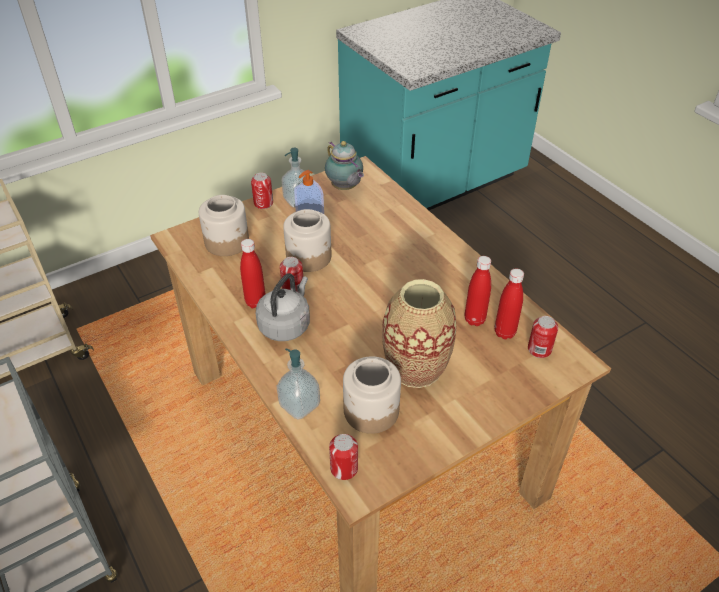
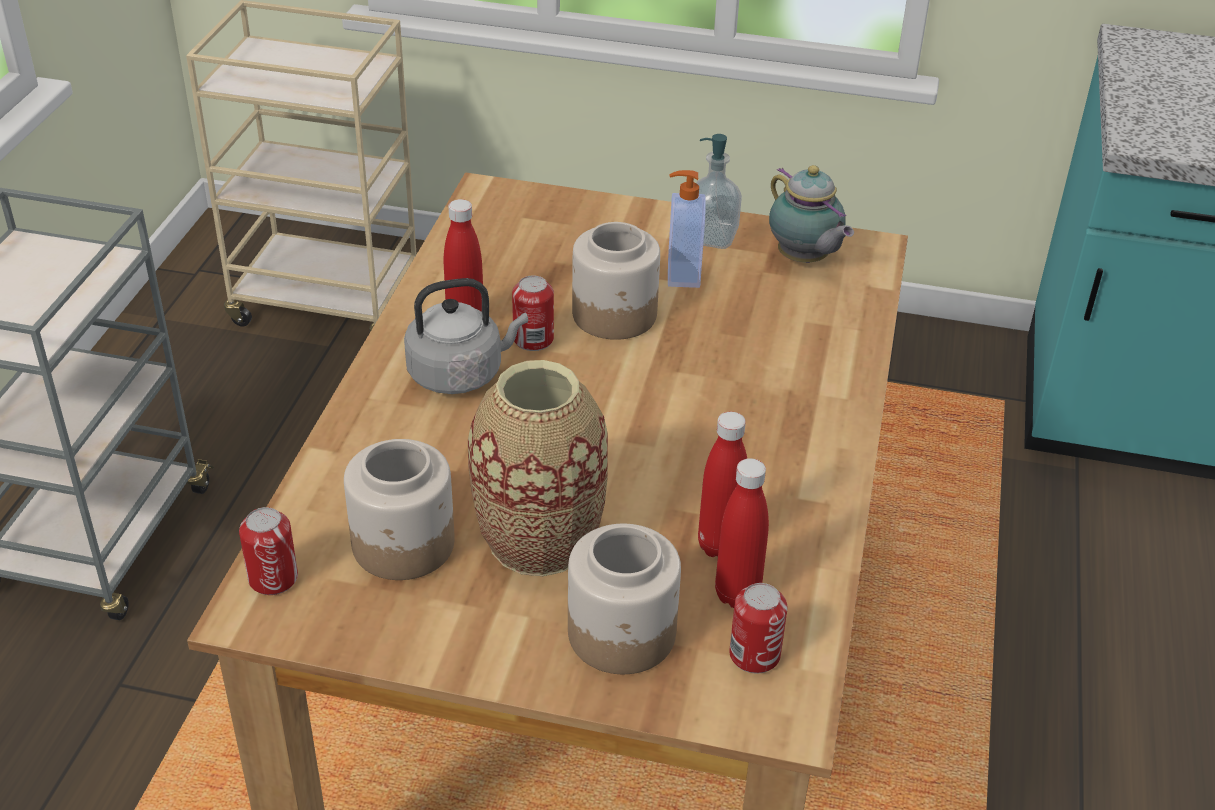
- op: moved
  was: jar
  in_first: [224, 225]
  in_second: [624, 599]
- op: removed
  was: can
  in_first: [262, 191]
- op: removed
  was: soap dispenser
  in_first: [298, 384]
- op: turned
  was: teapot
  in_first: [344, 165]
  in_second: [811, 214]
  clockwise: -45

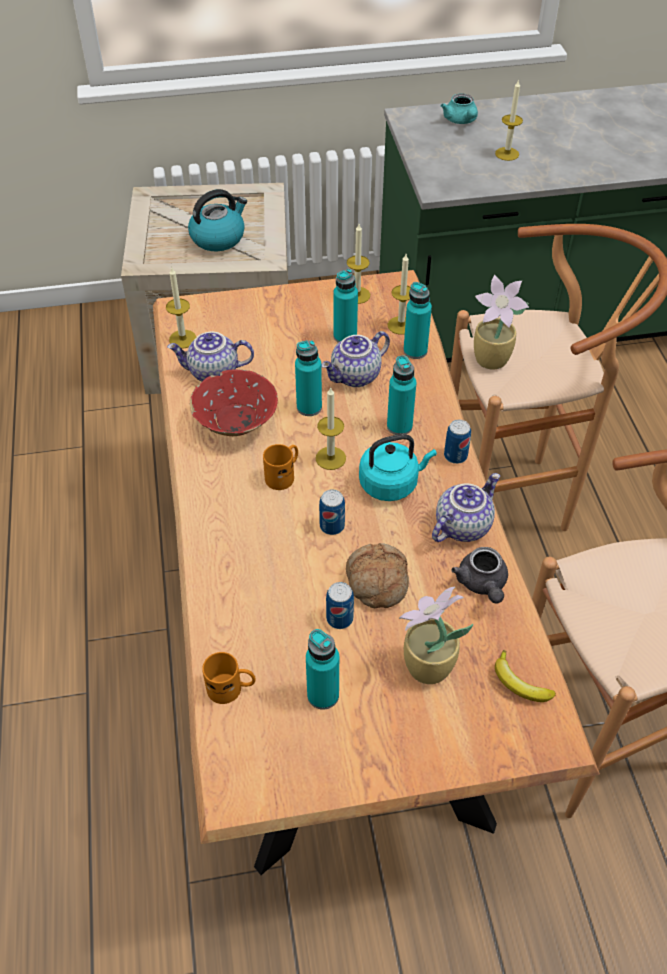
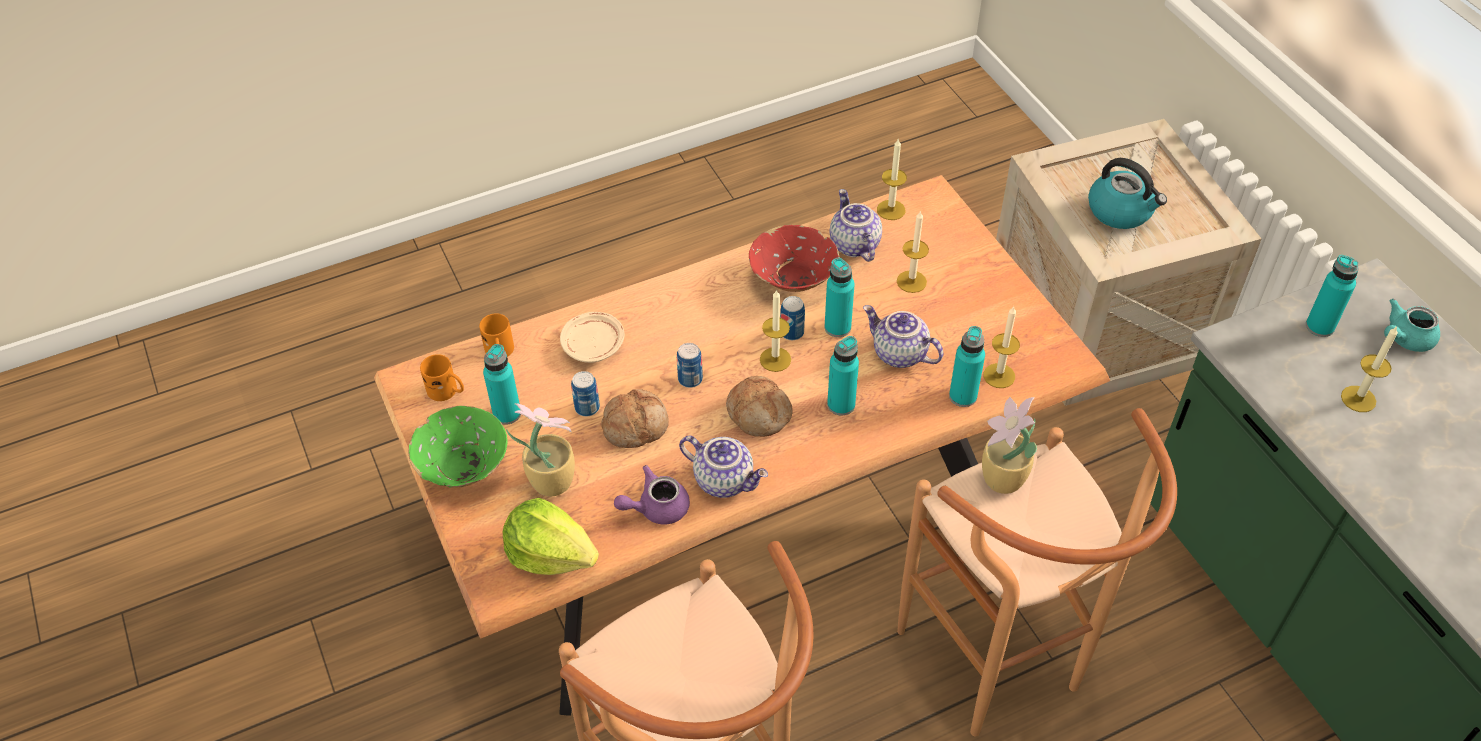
- op: moved
  was: orange mug
  in_first: [280, 467]
  in_second: [442, 377]
- op: moved
  was: turquoise bottle
  in_first: [345, 306]
  in_second: [1332, 296]
- op: moved
  was: candle
  in_first: [358, 264]
  in_second: [913, 251]
- op: replaced
  was: turquoise kettle
  now: bread
  in_first: [398, 467]
  in_second: [759, 406]
- op: moved
  was: can
  in_first: [457, 442]
  in_second: [792, 318]
- op: recoloured
  was: grey teapot
  now: purple teapot
  in_first: [479, 575]
  in_second: [652, 495]
- op: replaced
  was: banana
  now: lettuce
  in_first: [525, 676]
  in_second: [551, 536]
- op: added
  now: green bowl
  in_second: [458, 447]
- op: added
  now: beige plate
  in_second: [592, 337]

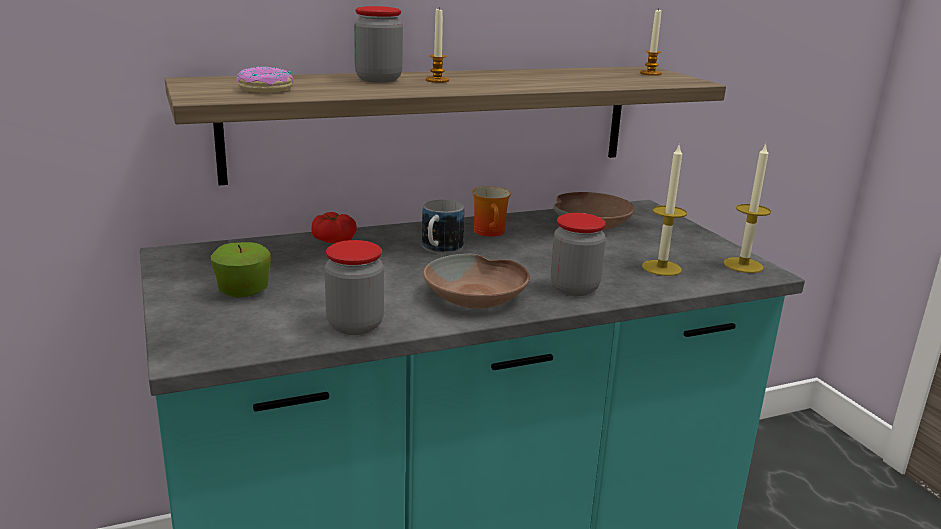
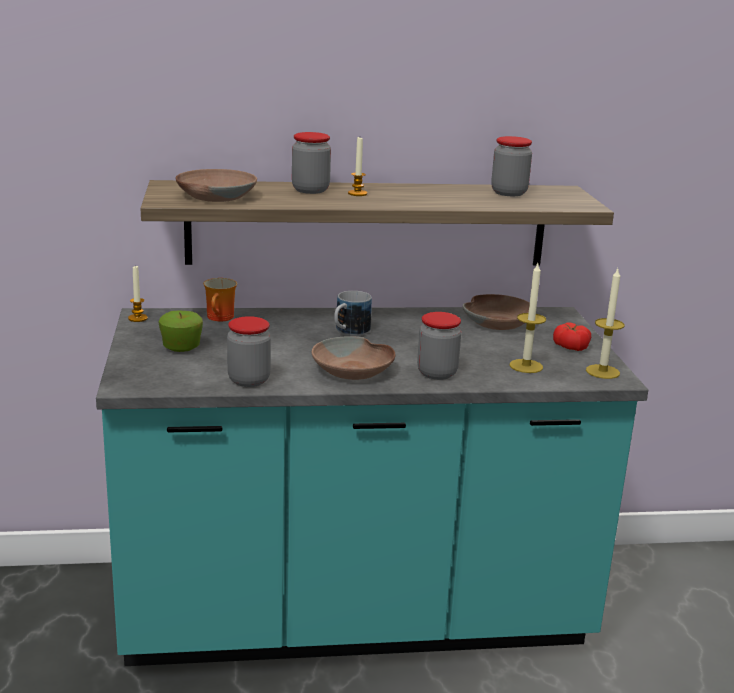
- op: replaced
  was: donut
  now: brown bowl
  in_first: [265, 79]
  in_second: [216, 185]
- op: moved
  was: tomato
  in_first: [334, 227]
  in_second: [572, 337]
- op: moved
  was: mug
  in_first: [491, 211]
  in_second: [220, 299]
- op: moved
  was: candle
  in_first: [651, 42]
  in_second: [138, 293]
- op: added
  now: jar
  in_second: [511, 166]

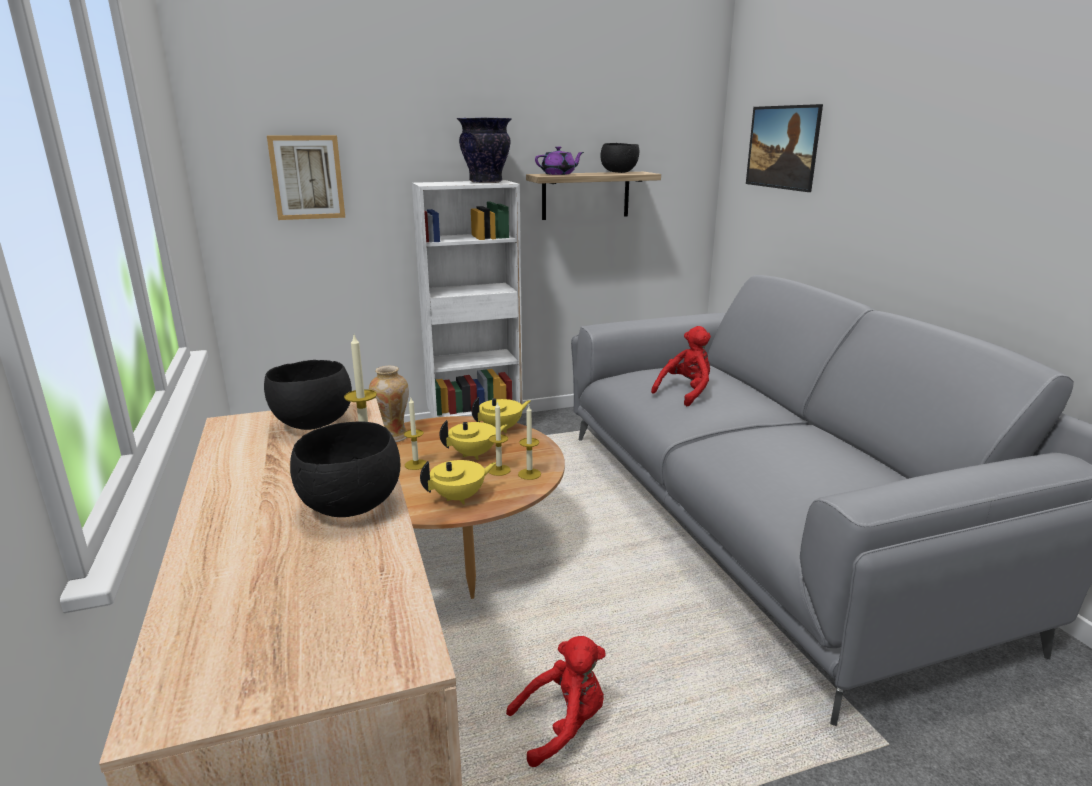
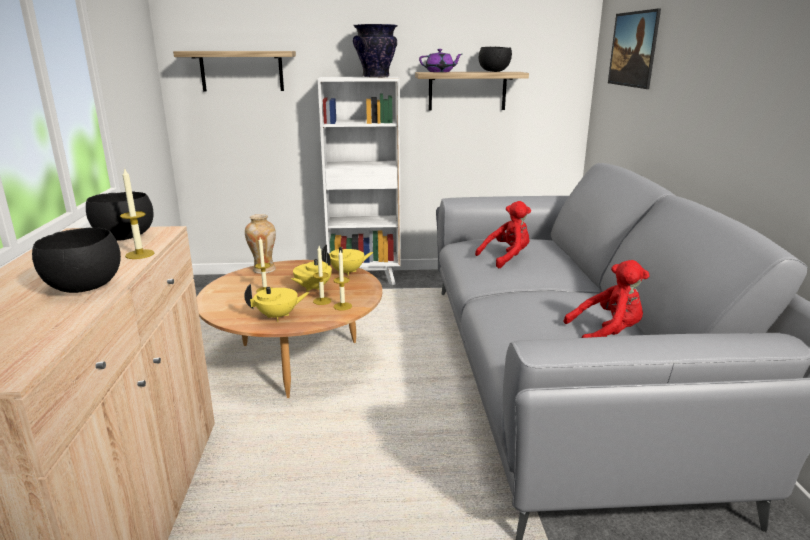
- op: replaced
  was: picture
  now: shelf
  in_first: [306, 177]
  in_second: [234, 71]
- op: turned
  was: yellow teapot
  in_first: [473, 440]
  in_second: [311, 271]
  clockwise: 135
- op: moved
  was: red plush toy
  in_first: [556, 701]
  in_second: [606, 299]

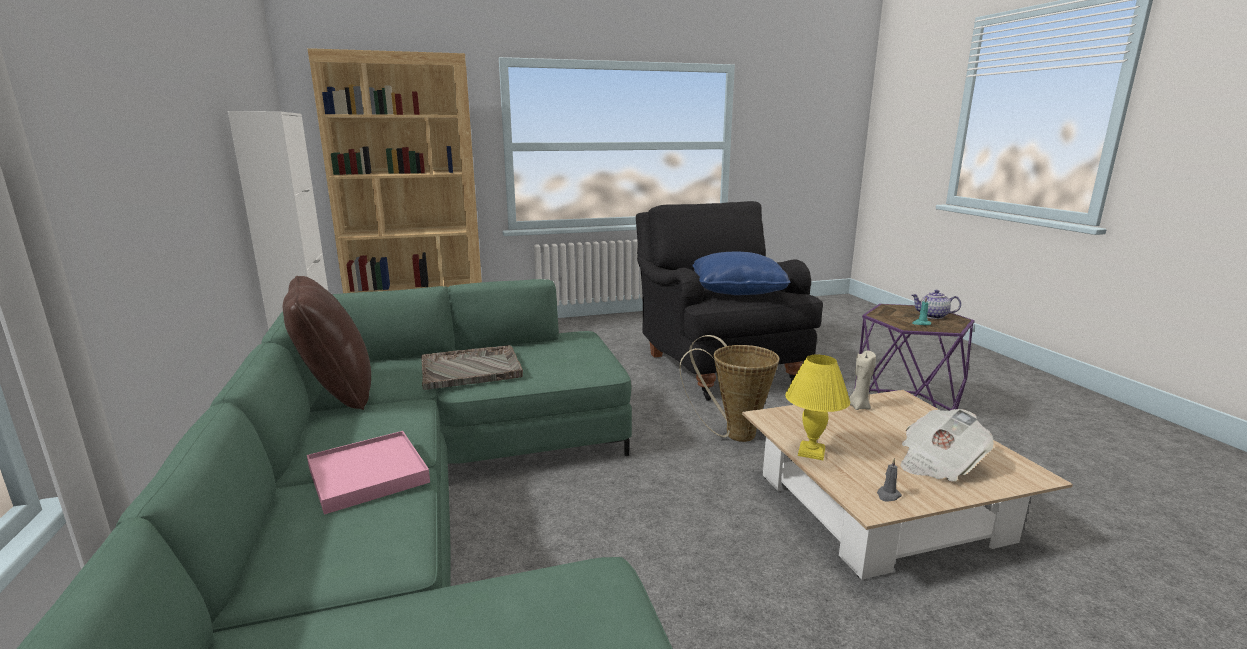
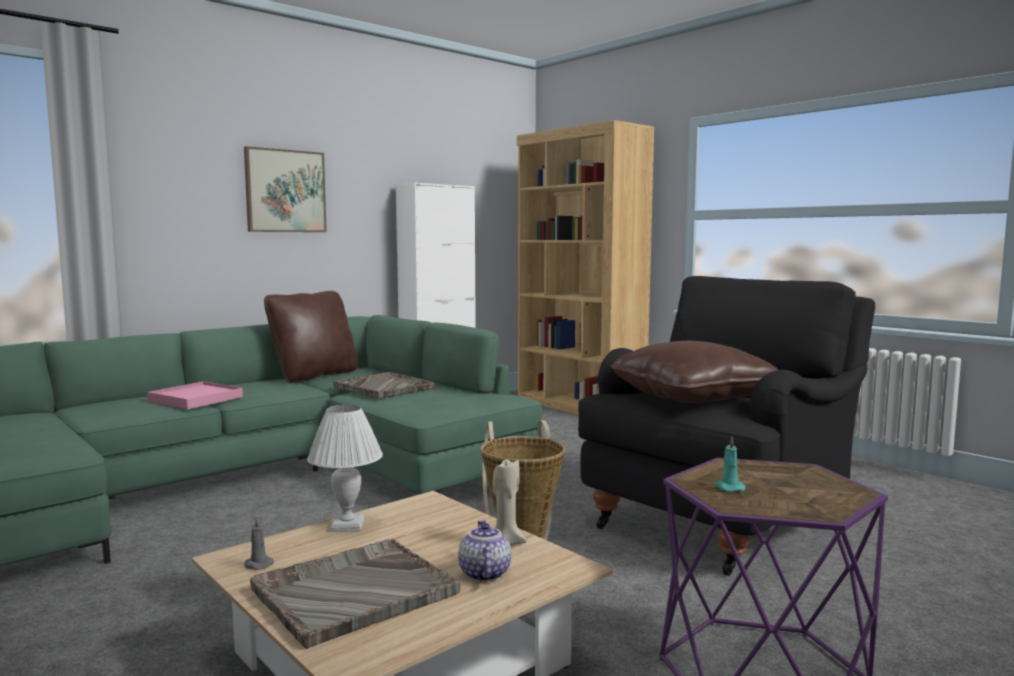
- op: recoloured
  was: blue pillow
  now: brown pillow
  in_first: [741, 273]
  in_second: [694, 372]
- op: recoloured
  was: yellow table lamp
  now: white table lamp
  in_first: [817, 407]
  in_second: [345, 468]
- op: replaced
  was: newspaper
  now: grey tray
  in_first: [947, 445]
  in_second: [355, 594]
- op: moved
  was: teapot
  in_first: [936, 304]
  in_second: [484, 551]
- op: added
  now: picture
  in_second: [285, 189]

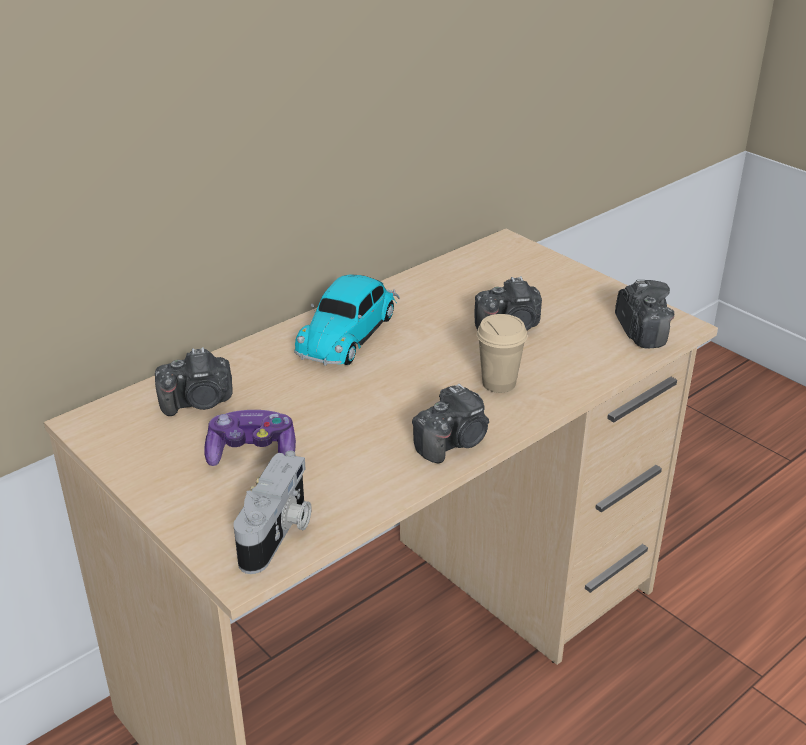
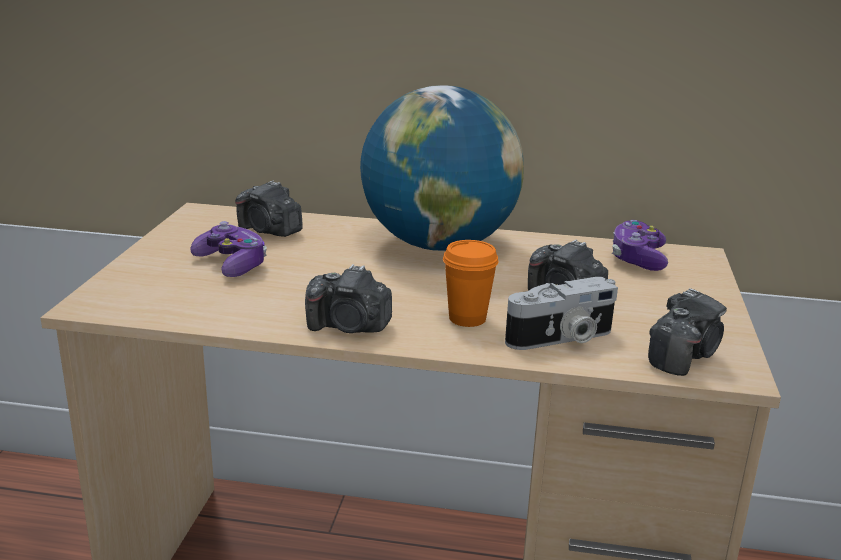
- op: moved
  was: photo camera
  in_first: [272, 512]
  in_second: [561, 313]
- op: replaced
  was: toy car
  now: globe
  in_first: [347, 320]
  in_second: [442, 168]
- op: recoloured
  was: beige cup
  now: orange cup
  in_first: [502, 353]
  in_second: [471, 283]
- op: added
  now: game controller
  in_second: [640, 245]

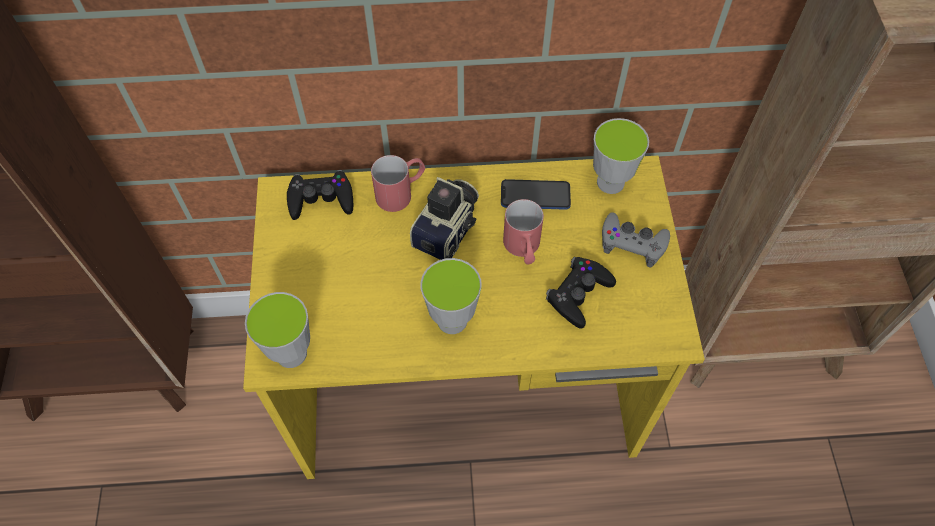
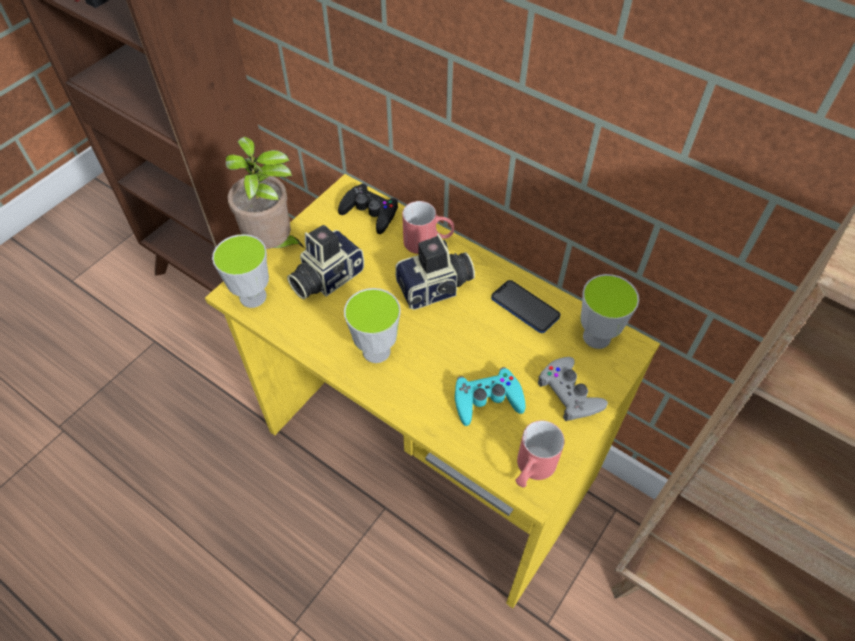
- op: moved
  was: red mug
  in_first: [523, 231]
  in_second: [540, 453]
- op: recoloured
  was: black game controller
  now: turquoise game controller
  in_first: [581, 293]
  in_second: [490, 396]
- op: added
  now: potted plant
  in_second: [265, 193]
- op: added
  now: photo camera
  in_second: [325, 262]

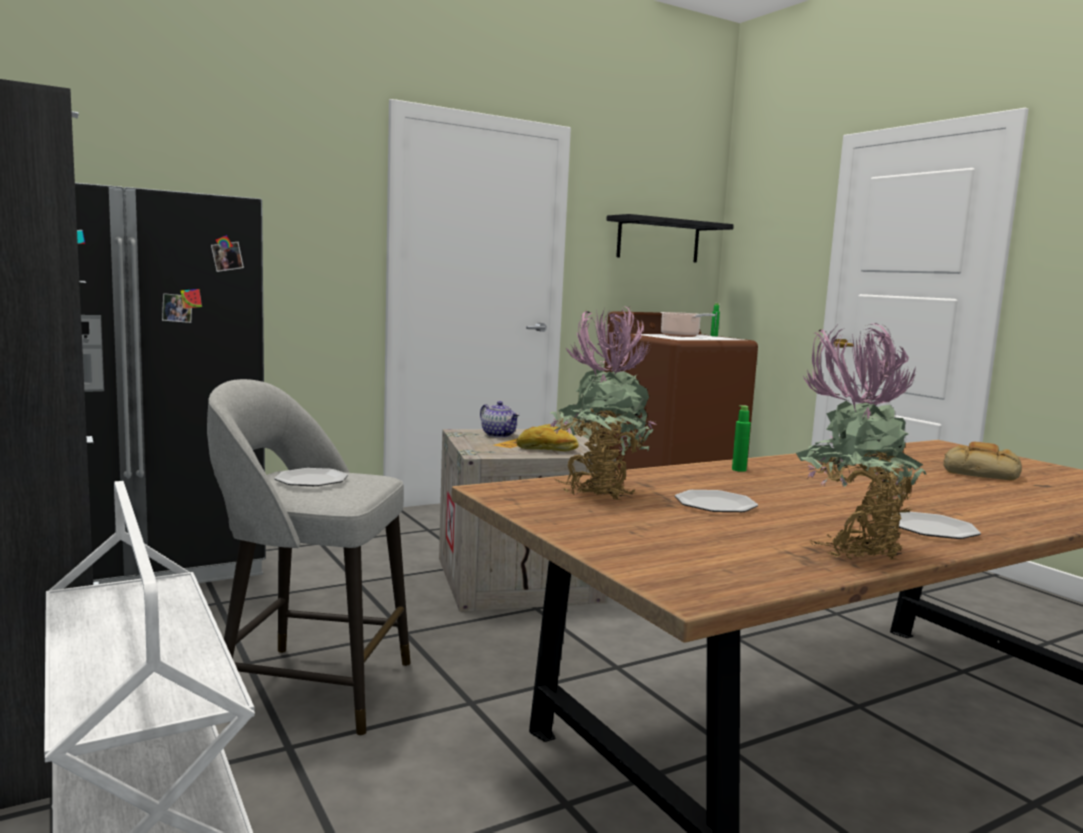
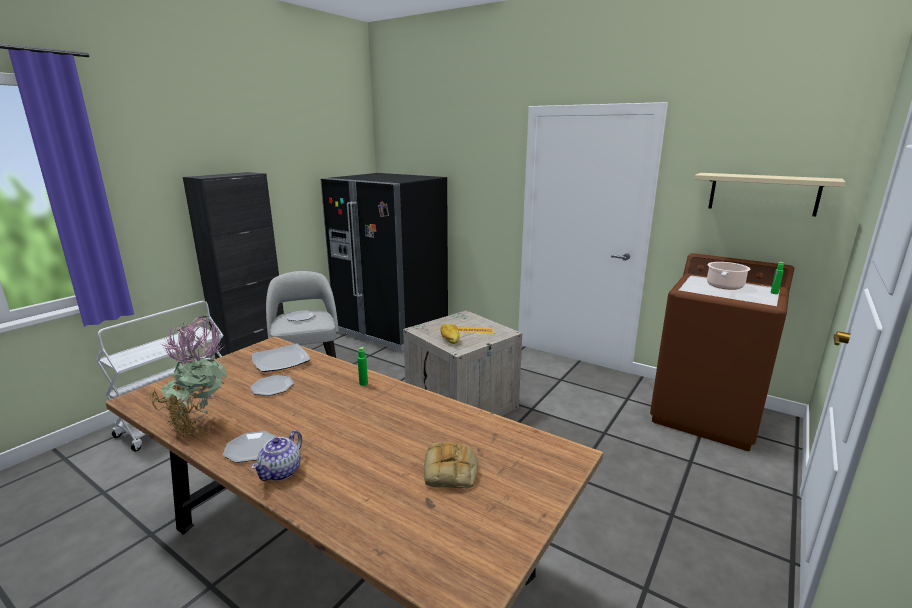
- op: moved
  was: teapot
  in_first: [500, 419]
  in_second: [276, 455]
- op: replaced
  was: potted plant
  now: plate
  in_first: [603, 403]
  in_second: [280, 358]
- op: recoloured
  was: black shelf
  now: beige shelf
  in_first: [670, 238]
  in_second: [769, 194]

